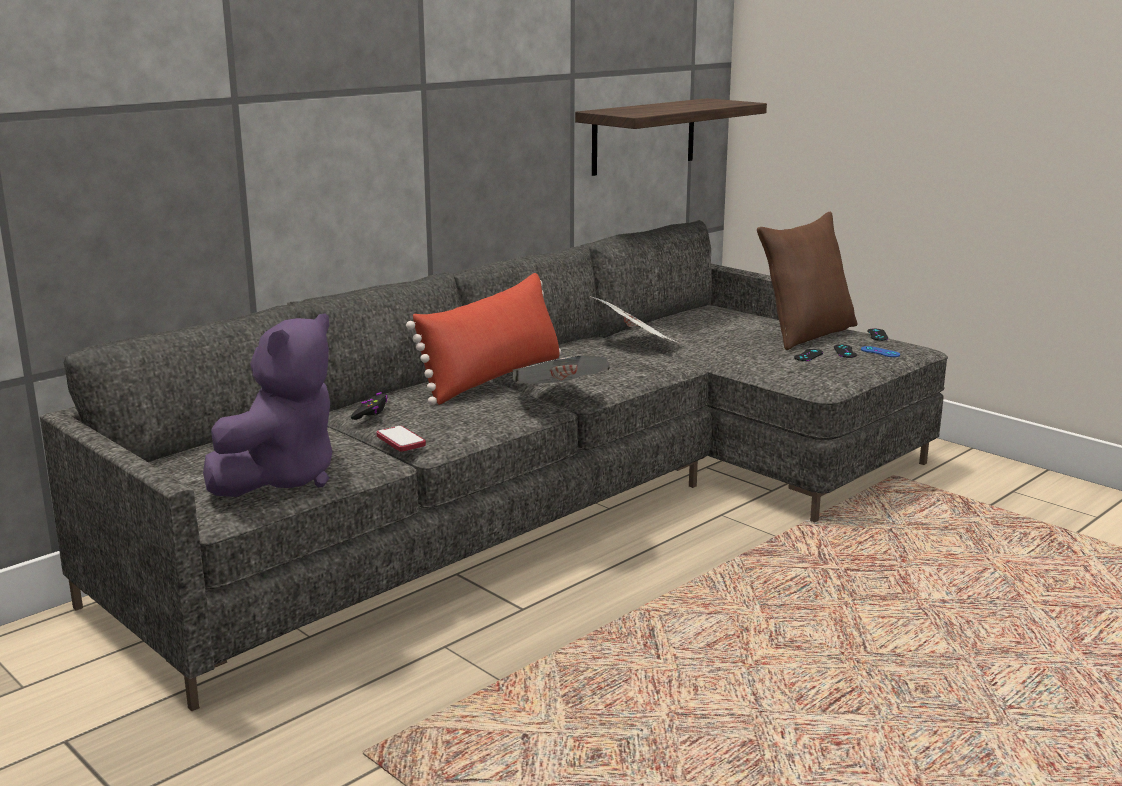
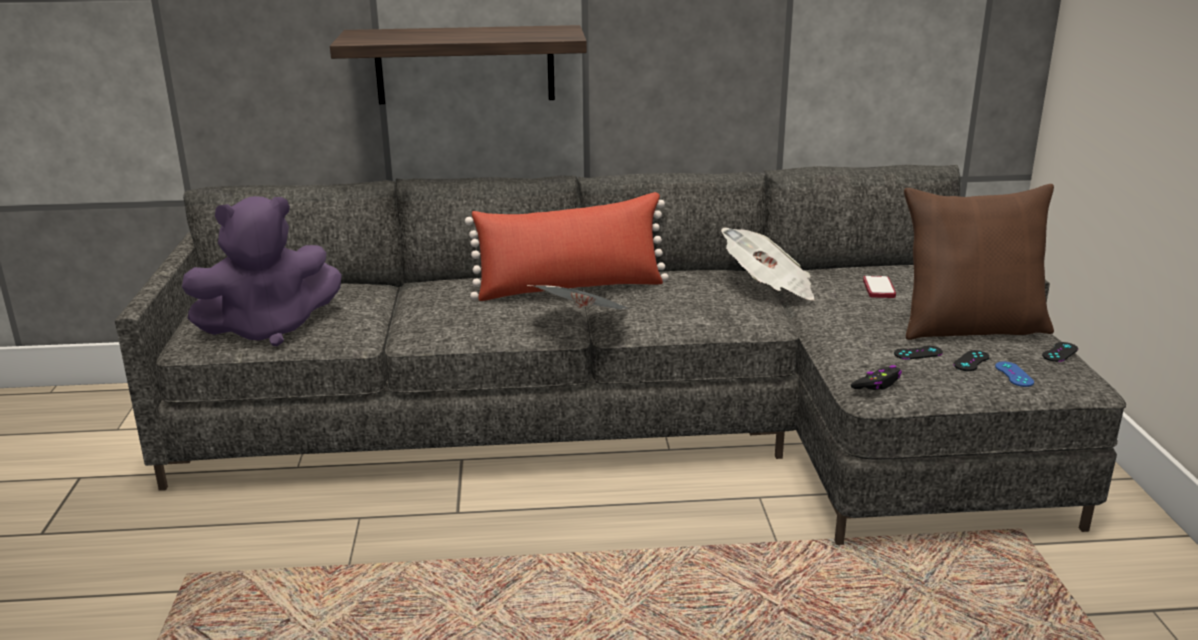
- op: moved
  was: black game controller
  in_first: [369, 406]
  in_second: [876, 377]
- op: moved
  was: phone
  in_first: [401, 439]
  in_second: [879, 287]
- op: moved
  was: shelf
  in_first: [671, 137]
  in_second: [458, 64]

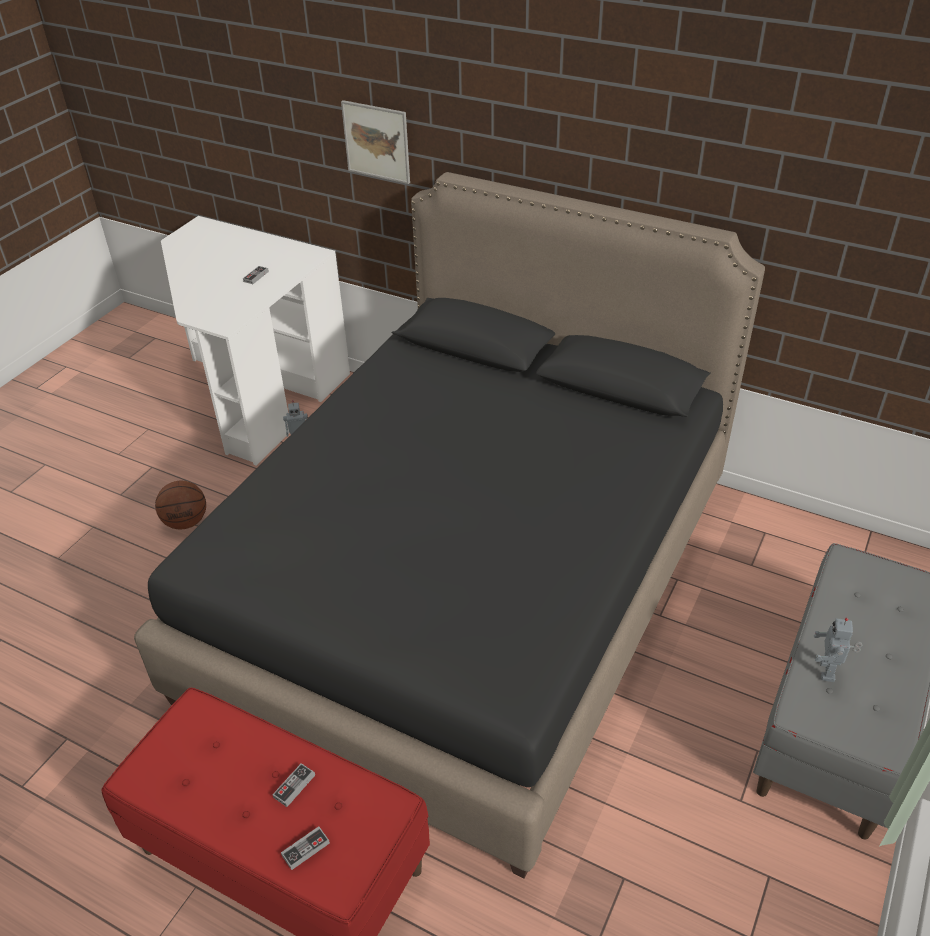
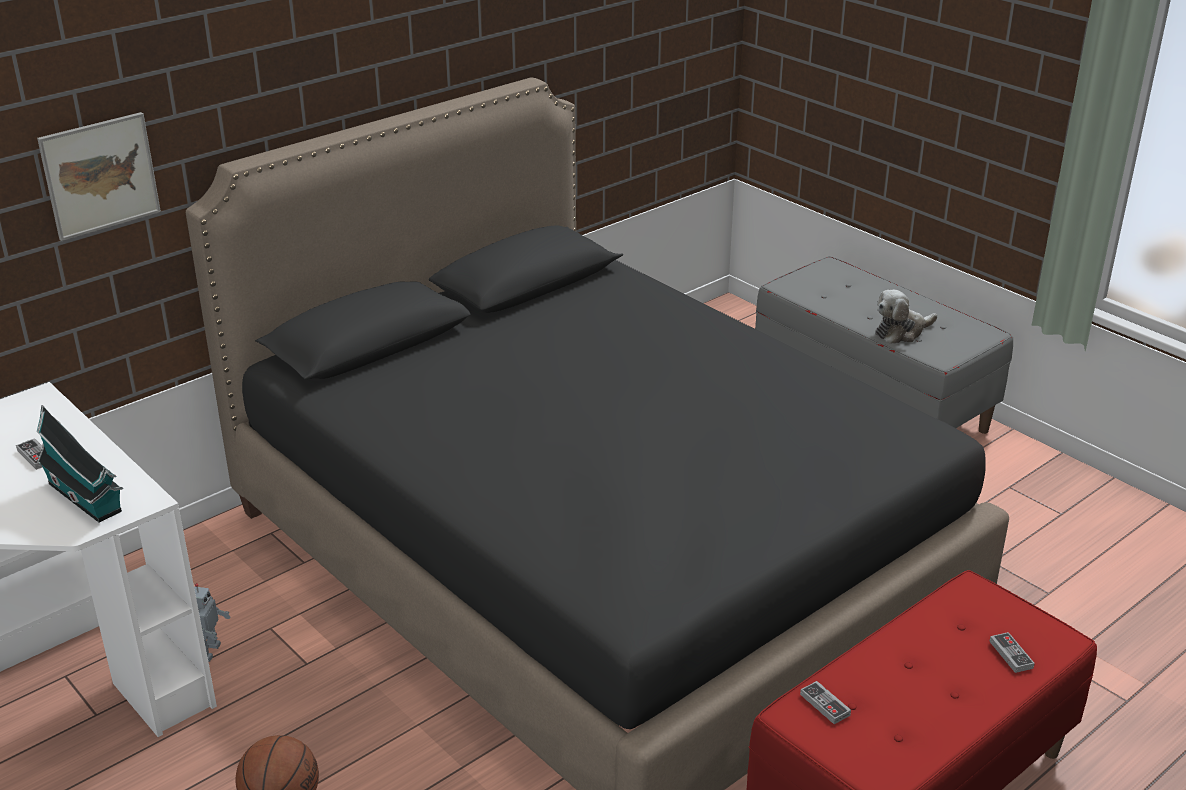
- op: moved
  was: game controller
  in_first: [293, 785]
  in_second: [825, 702]
- op: replaced
  was: toy robot
  now: plush toy
  in_first: [838, 650]
  in_second: [906, 317]
- op: added
  now: toy house
  in_second: [80, 463]

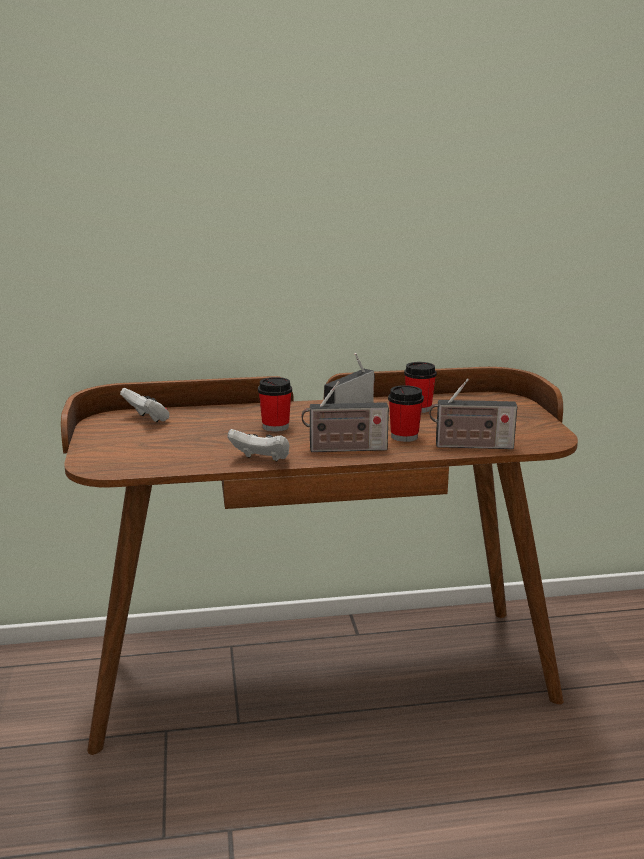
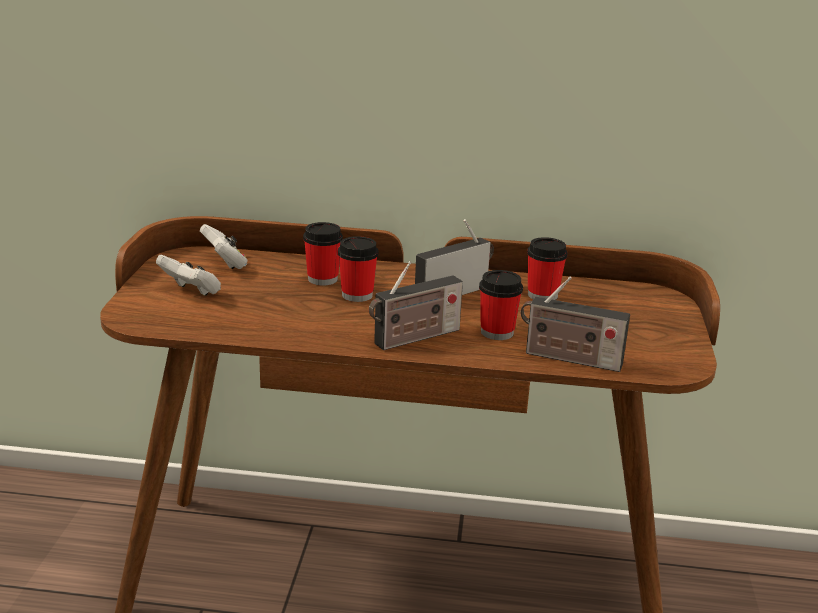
- op: moved
  was: white game controller
  in_first: [258, 445]
  in_second: [188, 275]
- op: turned
  was: radio
  in_first: [345, 416]
  in_second: [416, 305]
  clockwise: -45
- op: added
  now: cup
  in_second: [323, 253]

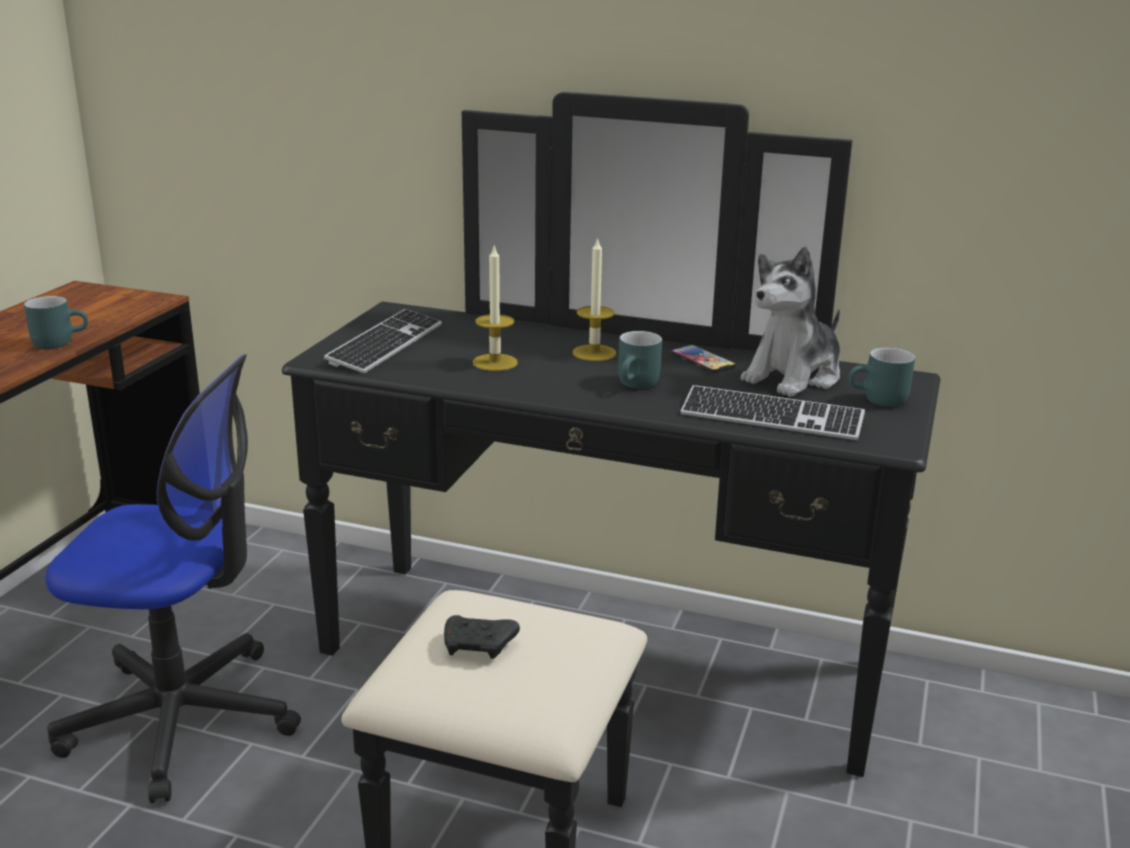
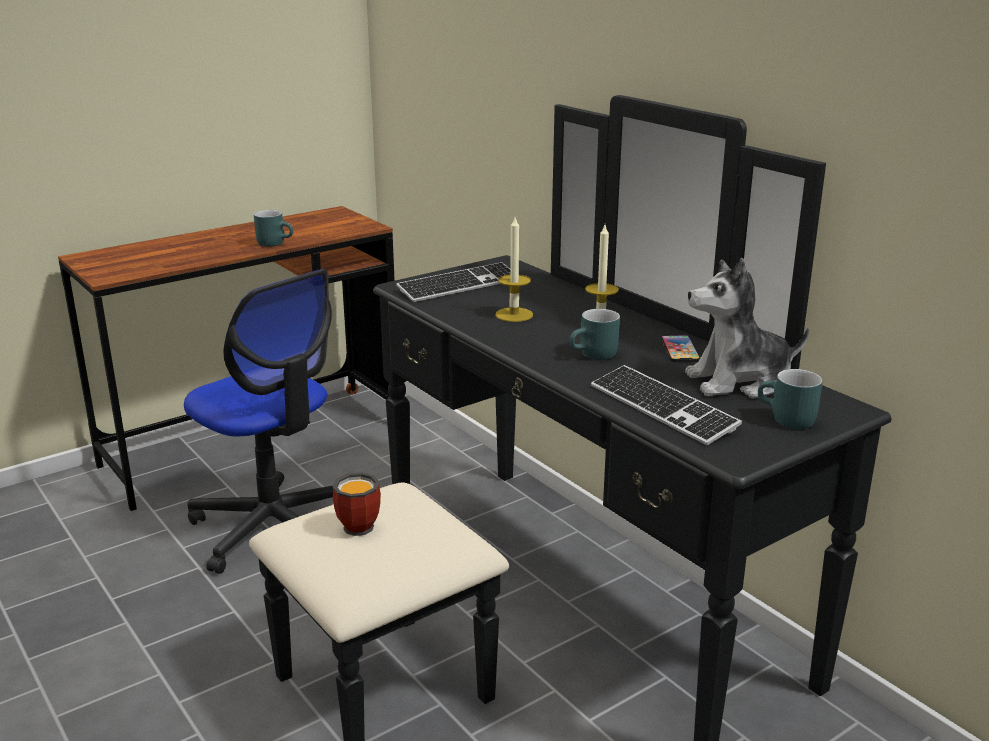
- op: replaced
  was: black game controller
  now: mug
  in_first: [482, 637]
  in_second: [357, 504]

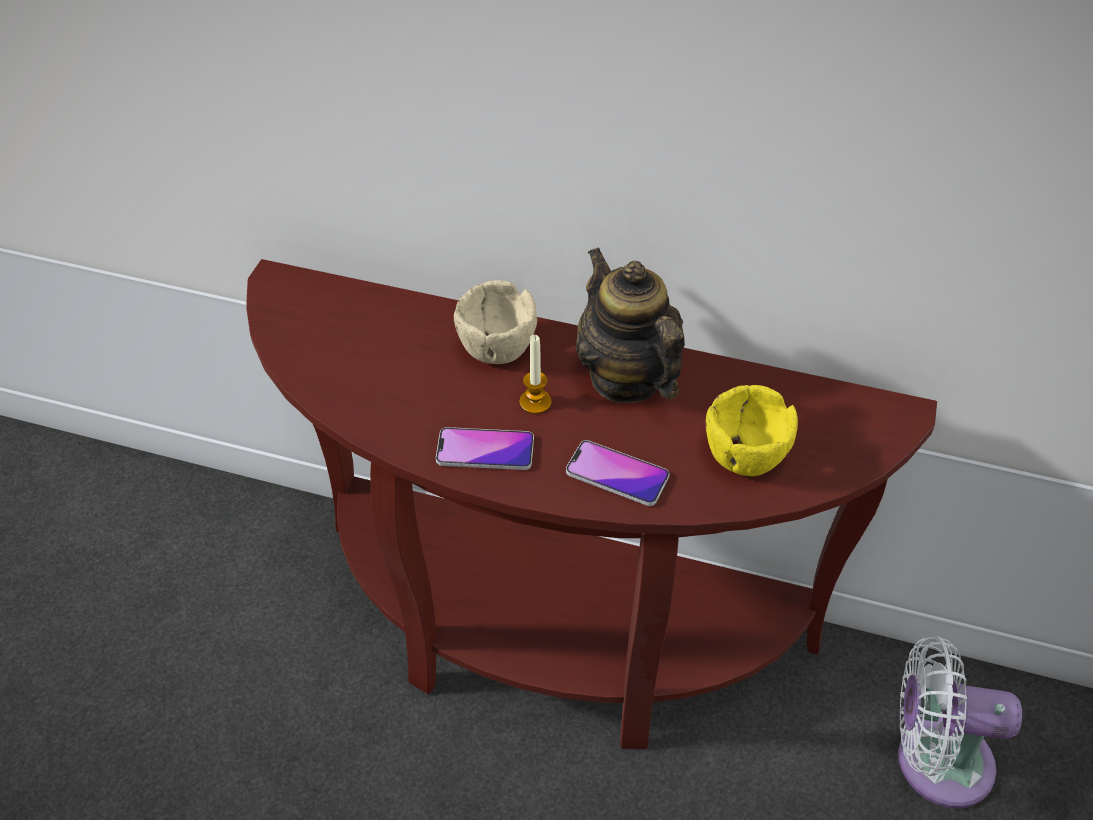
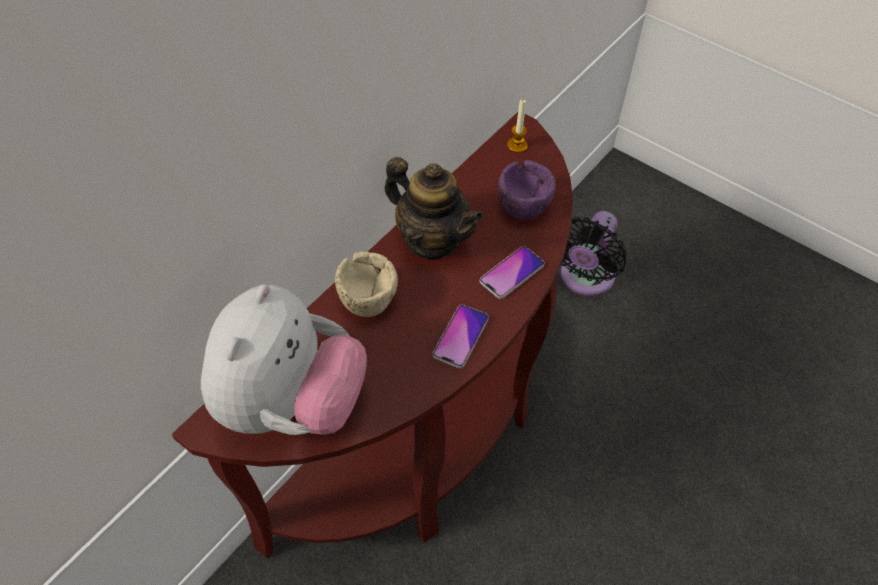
- op: moved
  was: candle
  in_first: [535, 374]
  in_second: [517, 126]
- op: turned
  was: teapot
  in_first: [630, 325]
  in_second: [434, 208]
  clockwise: -135
- op: recoloured
  was: yellow bowl
  now: purple bowl
  in_first: [752, 430]
  in_second: [527, 190]
- op: recoloured
  was: white fan
  now: black fan
  in_first: [960, 722]
  in_second: [594, 253]
- op: added
  now: plush toy
  in_second: [284, 359]

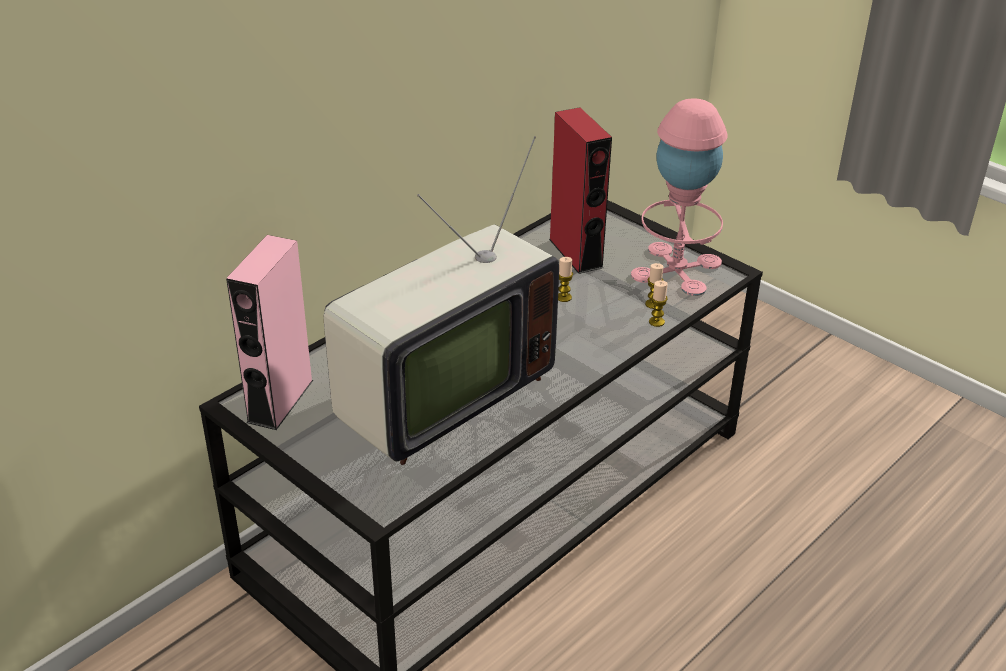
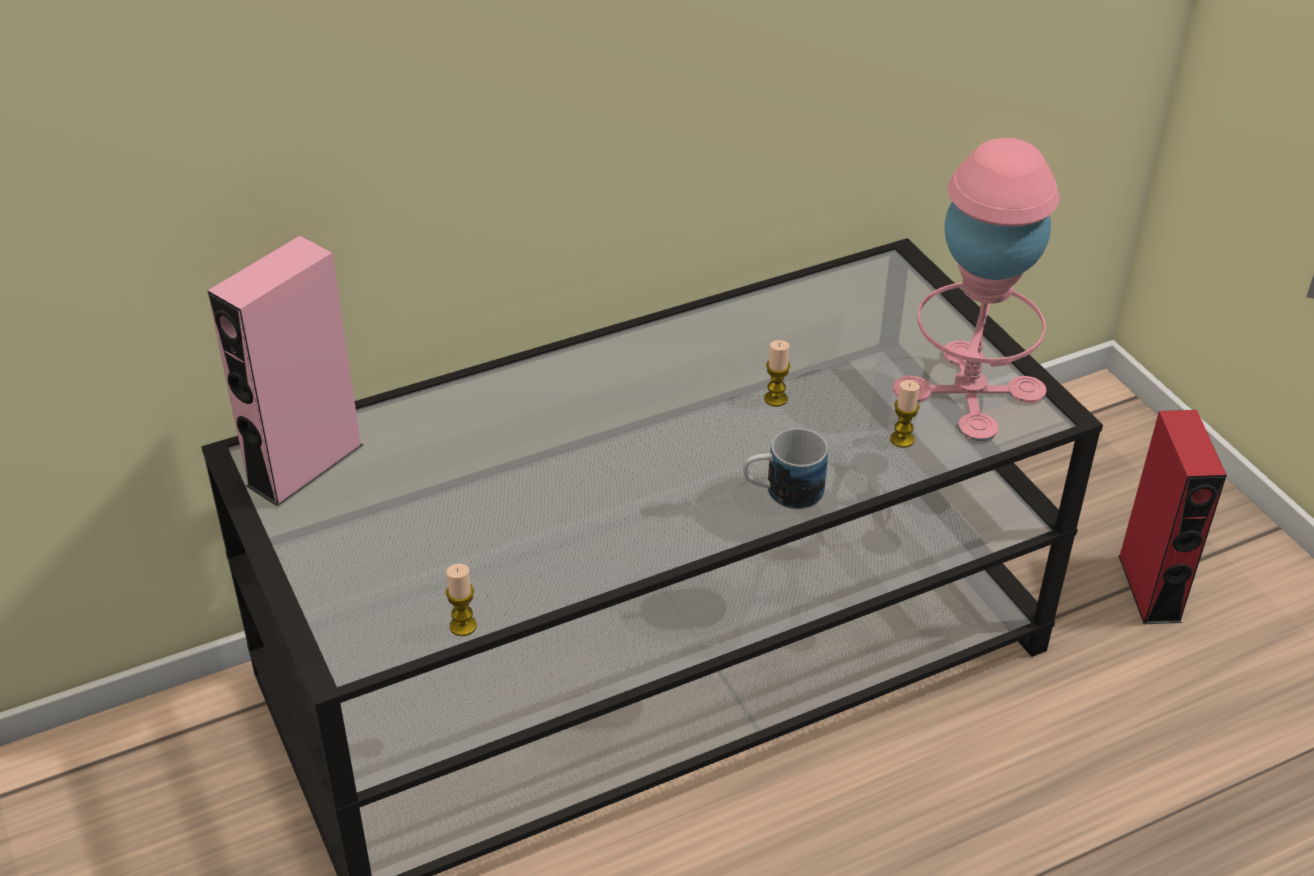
- op: removed
  was: television
  in_first: [441, 300]
- op: moved
  was: red speaker
  in_first: [580, 190]
  in_second: [1172, 517]
- op: moved
  was: candle
  in_first: [658, 303]
  in_second: [461, 600]
- op: added
  now: mug
  in_second: [785, 468]

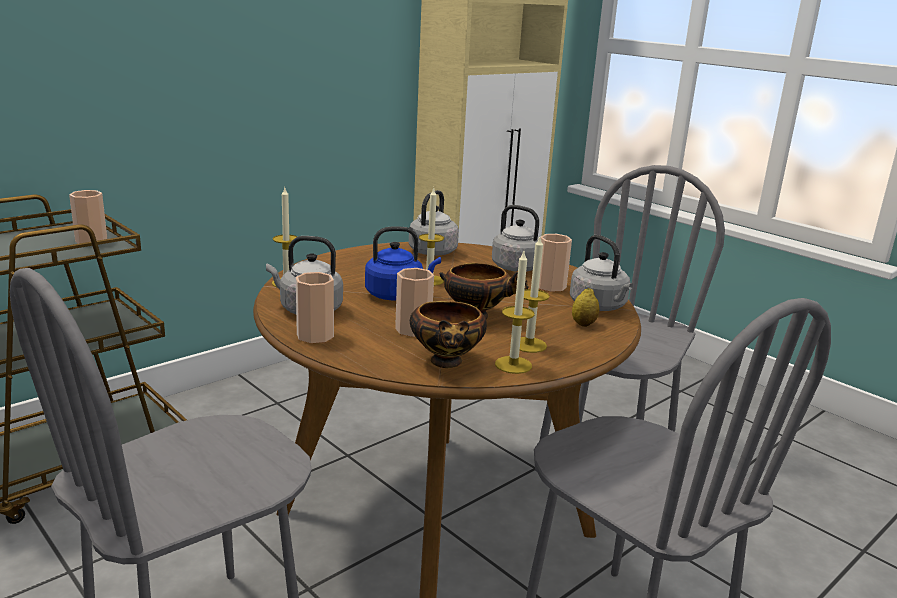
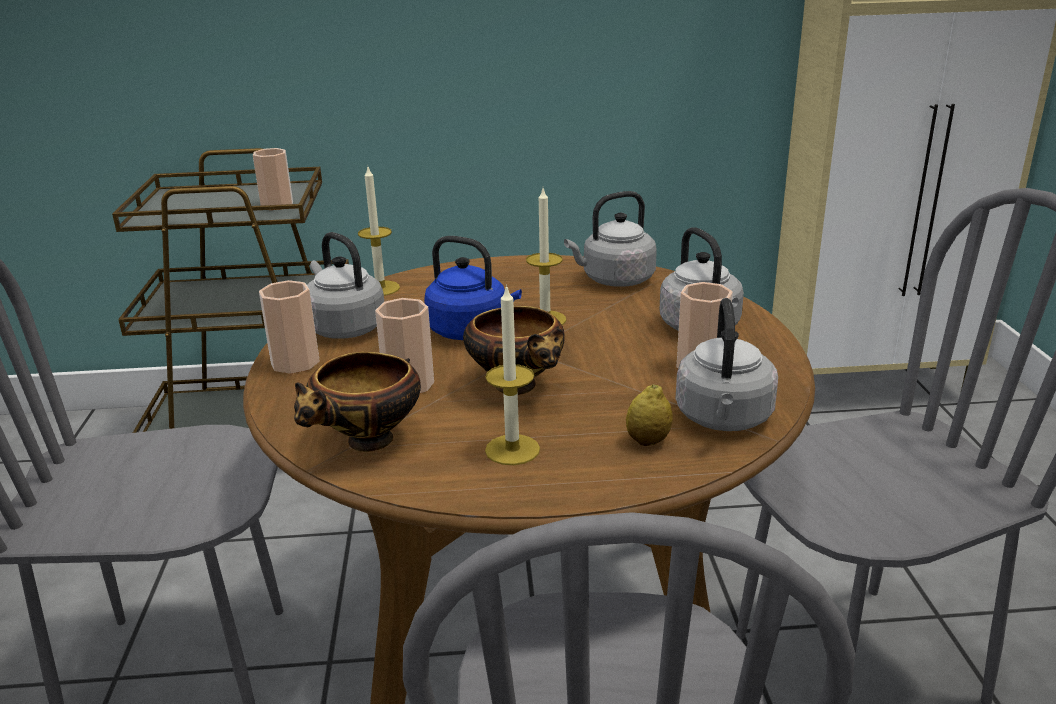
- op: removed
  was: candle
  in_first: [514, 312]

